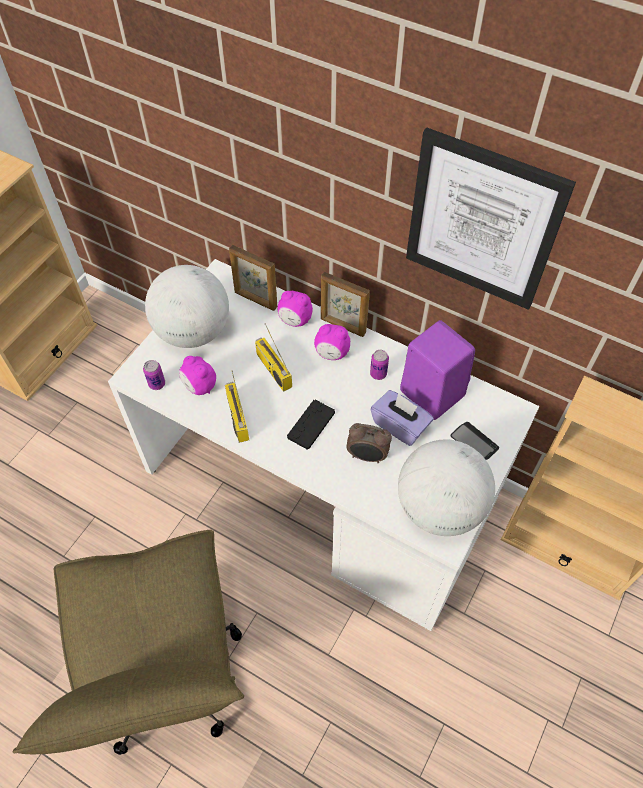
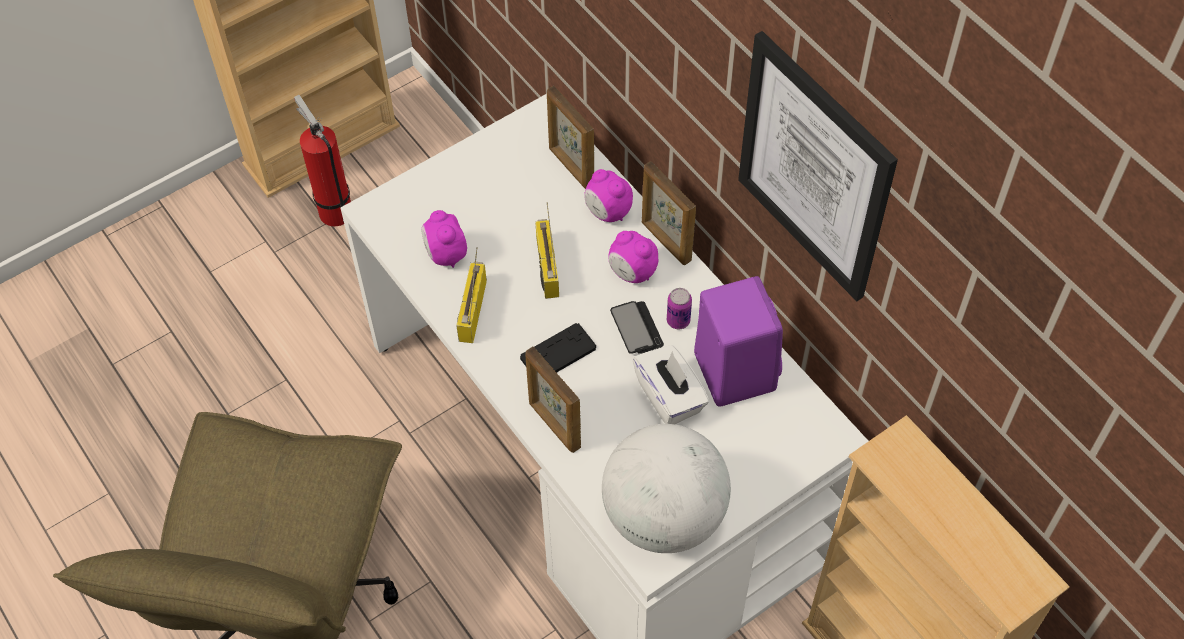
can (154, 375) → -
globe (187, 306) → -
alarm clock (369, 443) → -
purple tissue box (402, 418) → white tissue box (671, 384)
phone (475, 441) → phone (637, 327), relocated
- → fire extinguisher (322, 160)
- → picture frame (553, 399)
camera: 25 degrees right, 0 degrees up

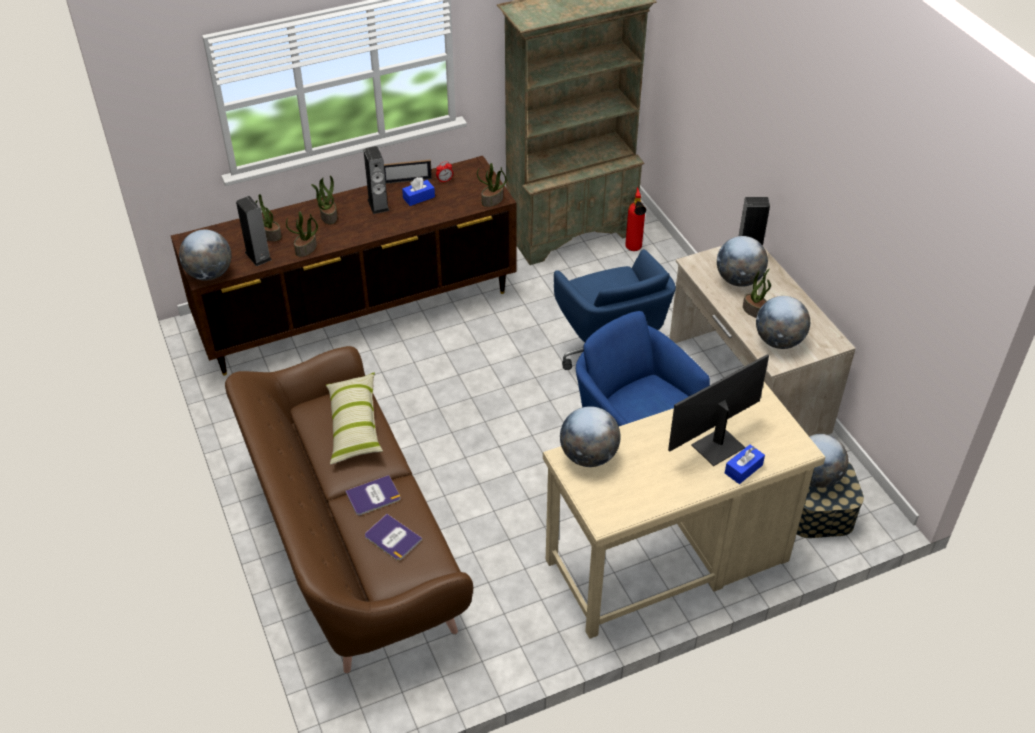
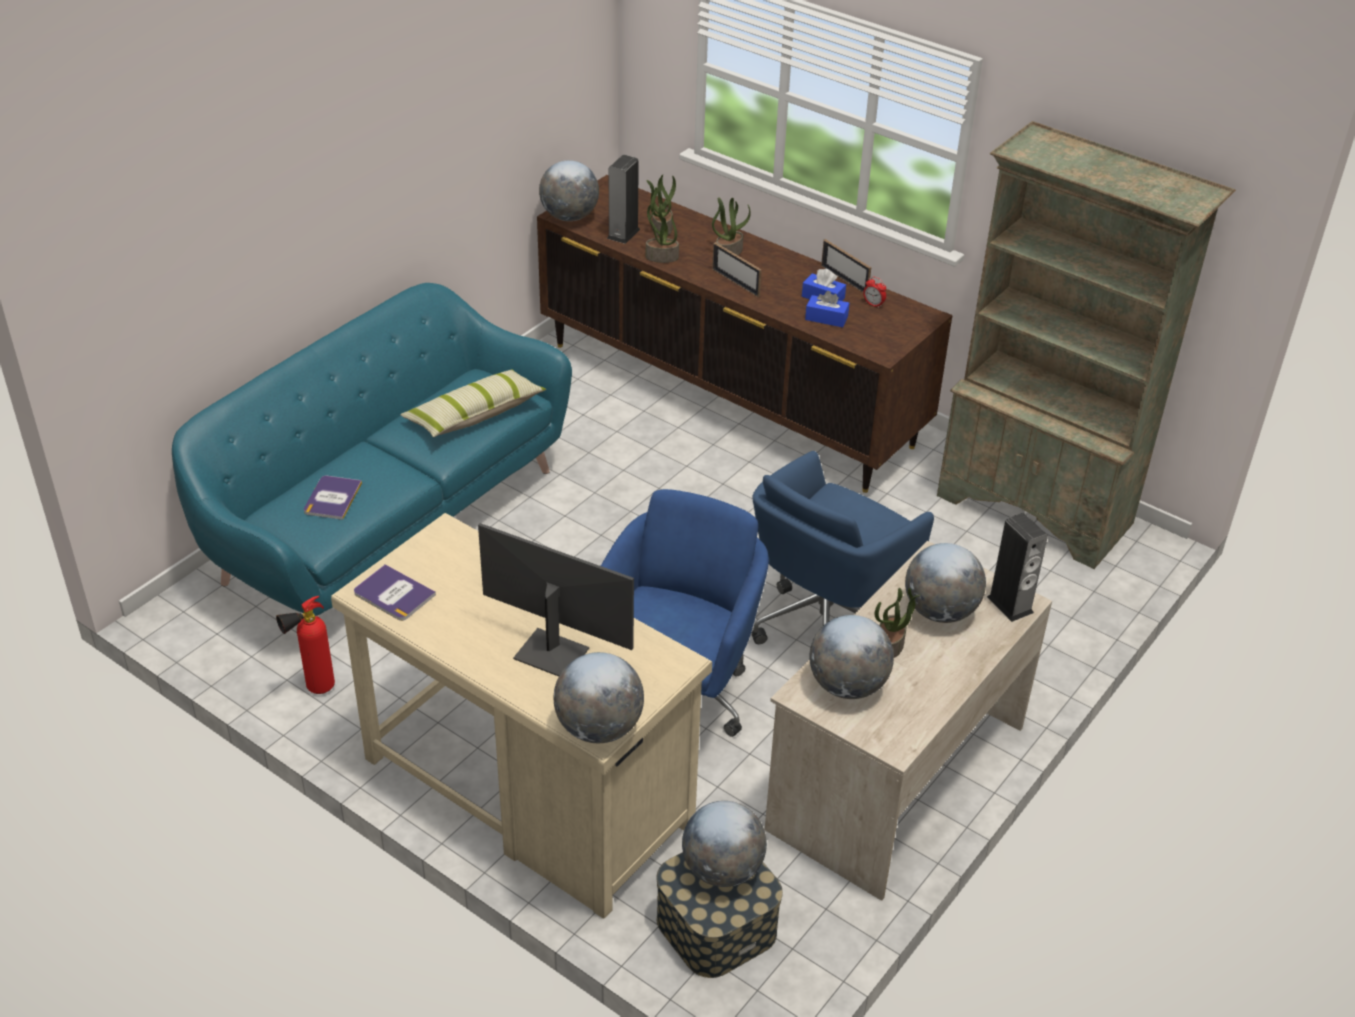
brown sofa (349, 509) → turquoise sofa (372, 450)
book (373, 495) → book (395, 592), relocated
speaker (376, 180) → -
potted plant (492, 185) → -
globe (590, 436) → globe (598, 697), relocated
fire extinguisher (635, 219) → fire extinguisher (305, 645), relocated
blue tissue box (745, 464) → blue tissue box (827, 309), relocated
- → picture frame (737, 269)
camera: 60 degrees right, 5 degrees down

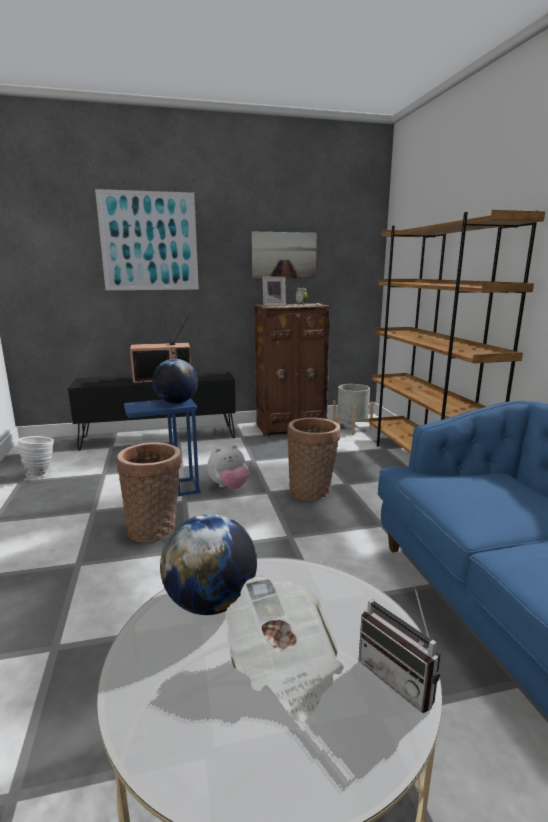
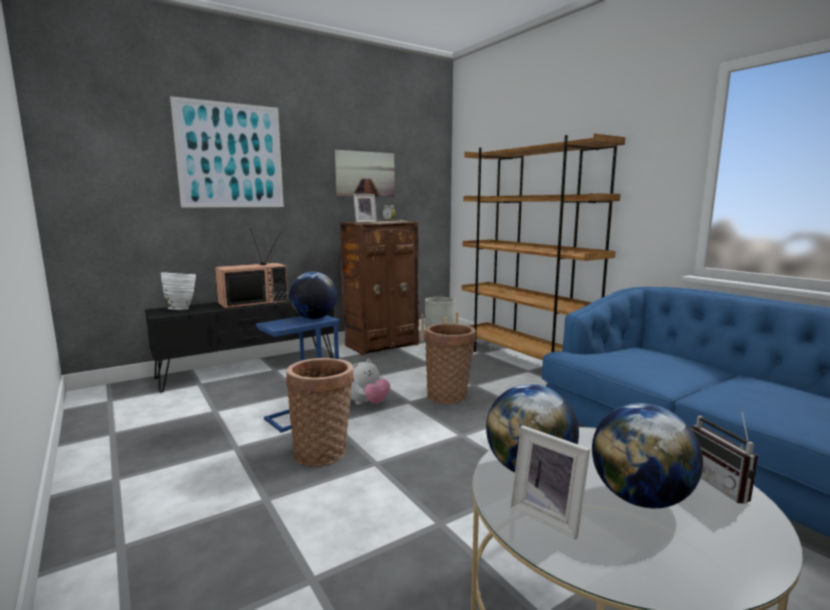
white vase (36, 456) → white vase (178, 291), relocated
newspaper (284, 648) → globe (647, 455)
radio (400, 648) → radio (724, 456), 45 degrees clockwise
- → picture frame (551, 482)
camera: 20 degrees left, 5 degrees down

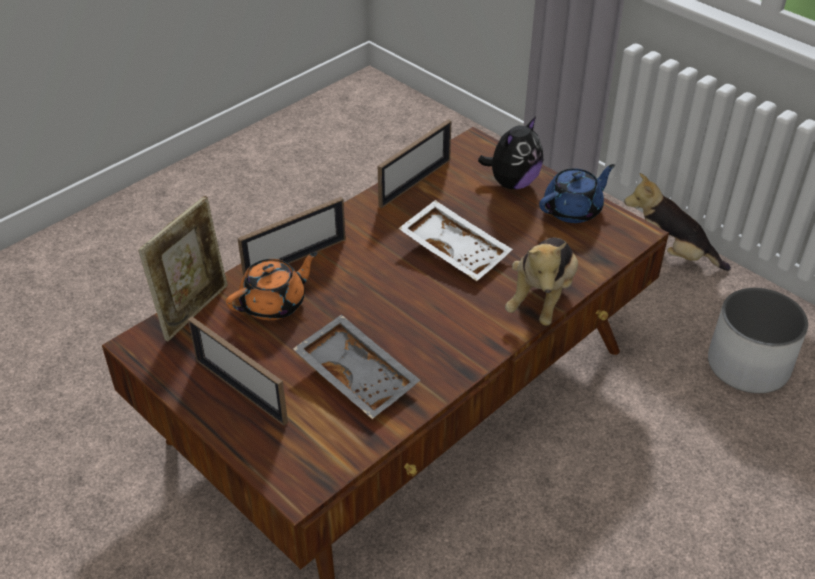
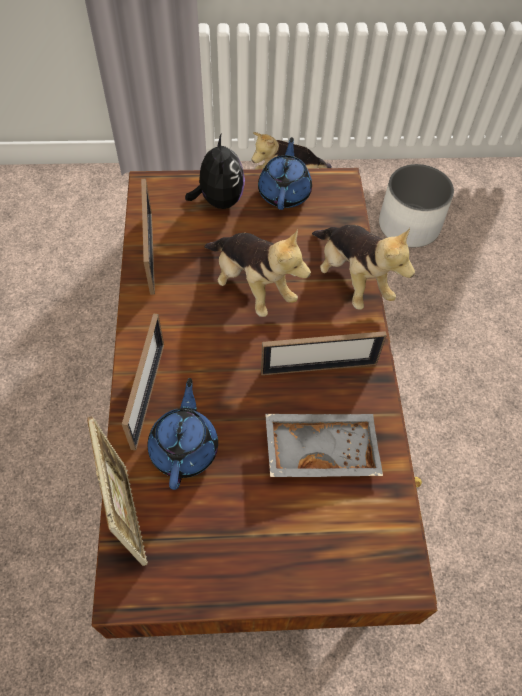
picture frame (238, 371) → picture frame (324, 353), relocated
orange teapot (272, 286) → blue teapot (183, 434)
white tray (455, 240) → plush toy (257, 273)
camera: 50 degrees left, 15 degrees up

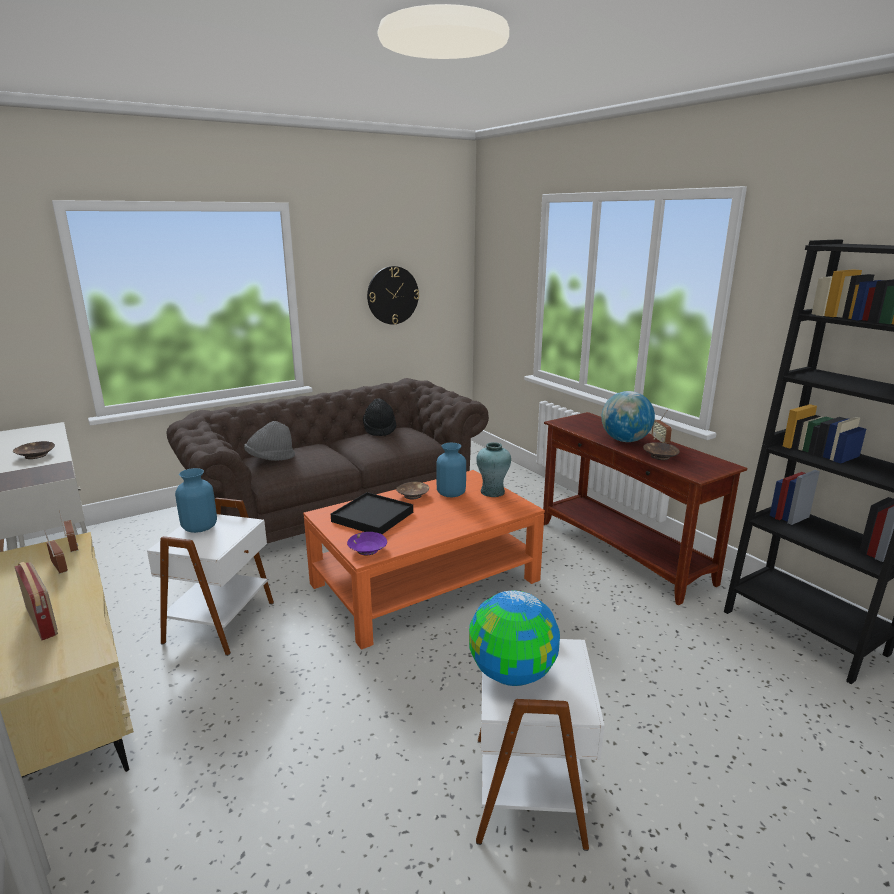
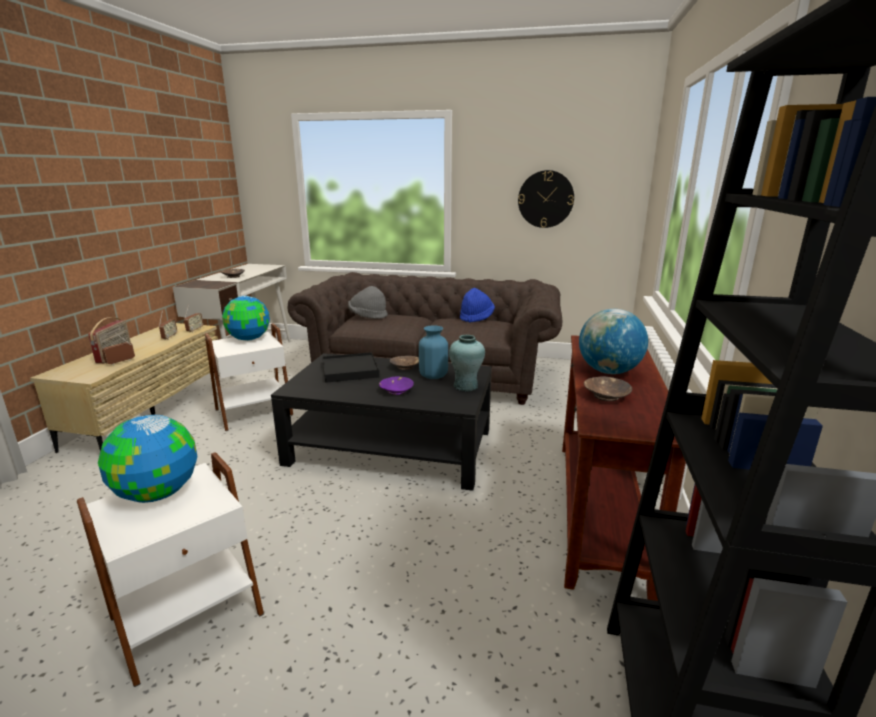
blue vase (196, 500) → globe (246, 318)
orange coffee table (424, 560) → black coffee table (381, 422)
purple bowl (367, 543) → purple bowl (396, 386), relocated
black hat (380, 417) → blue hat (477, 305)
radio (661, 426) → radio (118, 349), relocated
camera: 45 degrees right, 0 degrees up

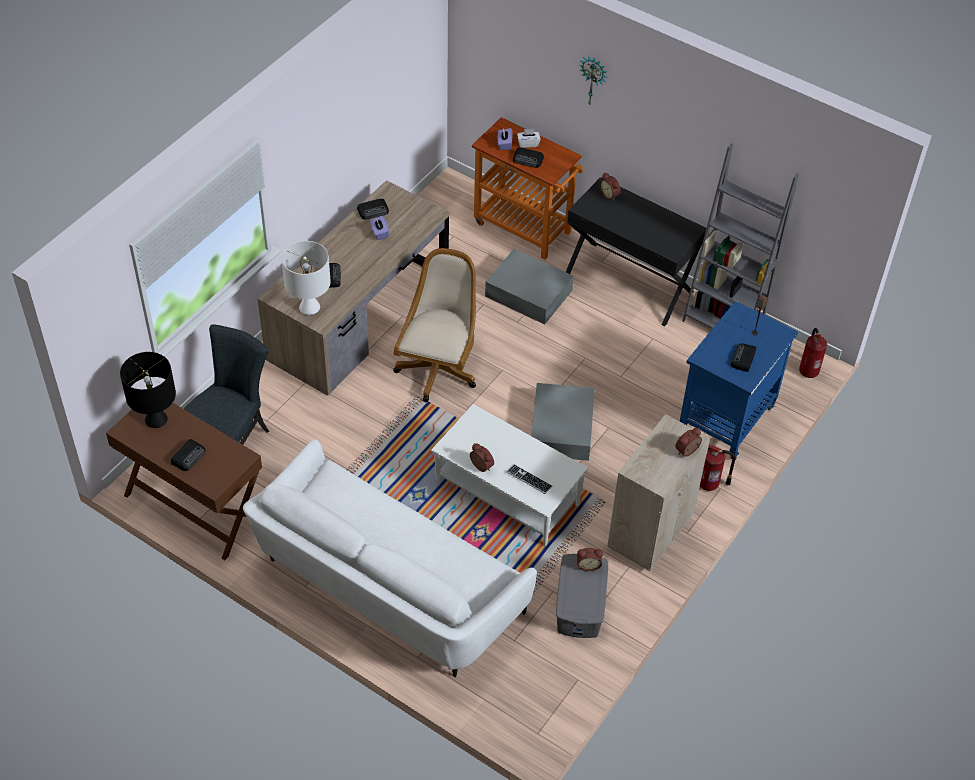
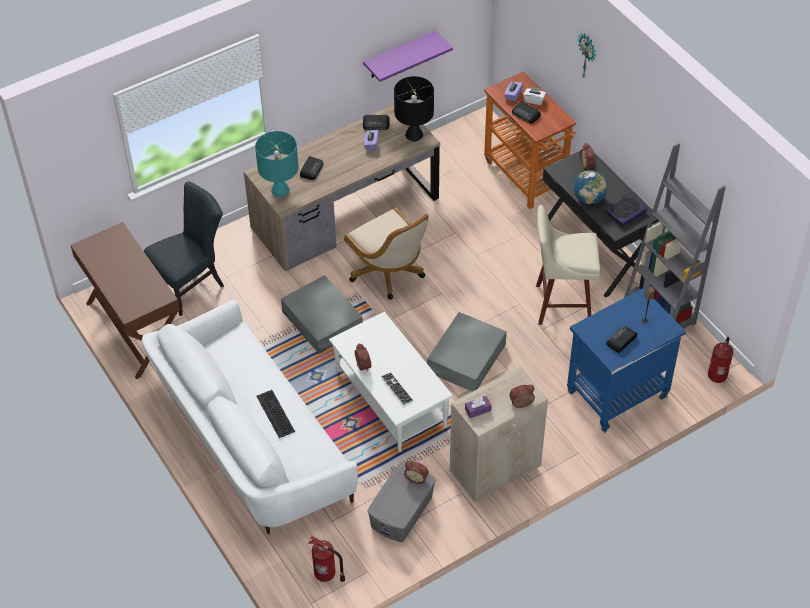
black table lamp (148, 390) → black table lamp (414, 109), relocated
radio (188, 455) → -
white table lamp (306, 278) → turquoise table lamp (277, 164)
office chair (434, 325) → office chair (386, 253), 105 degrees clockwise
grey storage box (529, 286) → grey storage box (322, 314), relocated
fire extinguisher (717, 468) → fire extinguisher (326, 559), relocated
- → keyboard (275, 414)
- → purple shelf (408, 56)
- → purple tissue box (478, 407)
- → beige stool (568, 265)
- → globe (590, 187)
- → book (625, 211)
camera: 25 degrees right, 0 degrees up

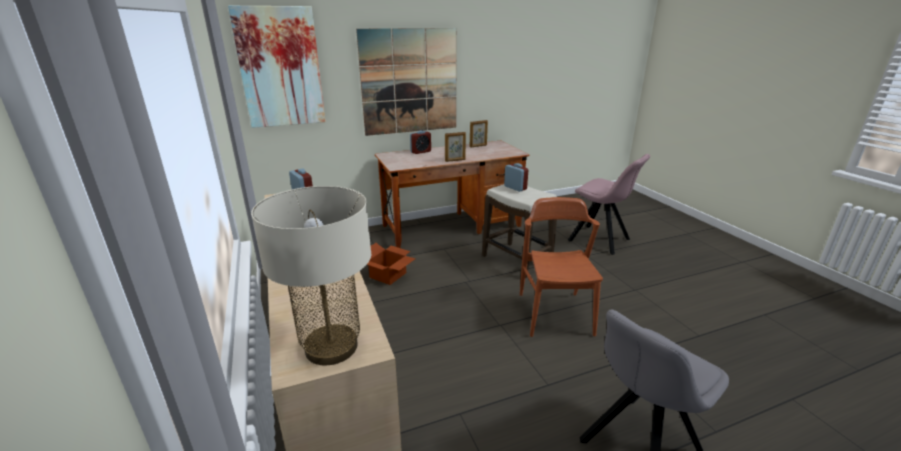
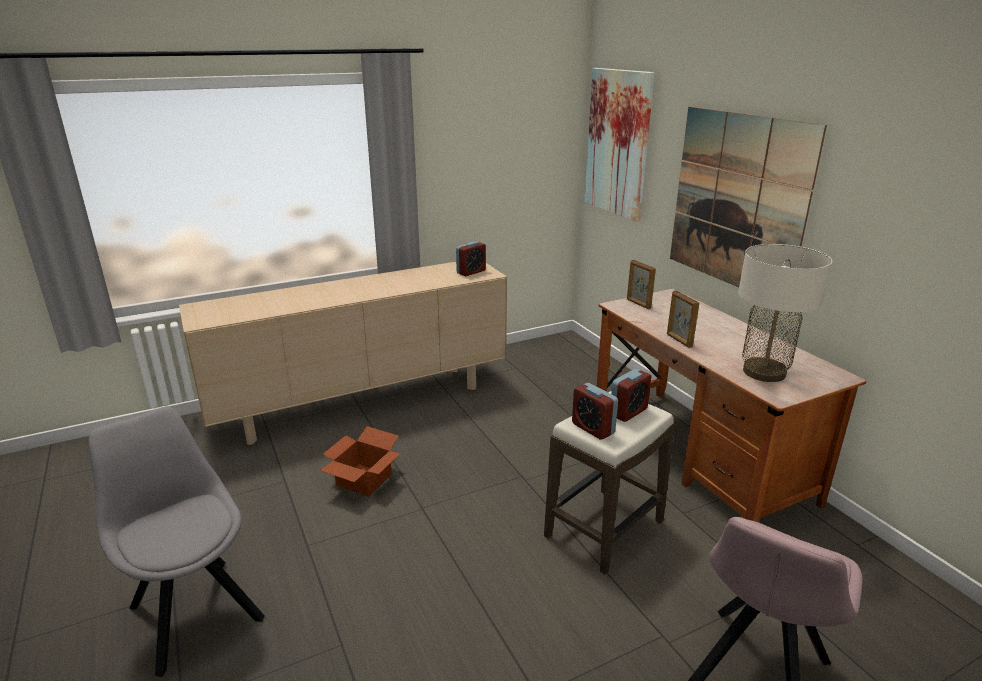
table lamp (311, 275) → table lamp (785, 313), relocated
cardboard box (391, 264) → cardboard box (360, 461), relocated
alarm clock (420, 142) → alarm clock (595, 411), relocated
picture frame (479, 134) → picture frame (641, 284), relocated
brown chair (561, 267) → -
camera: 85 degrees right, 0 degrees up

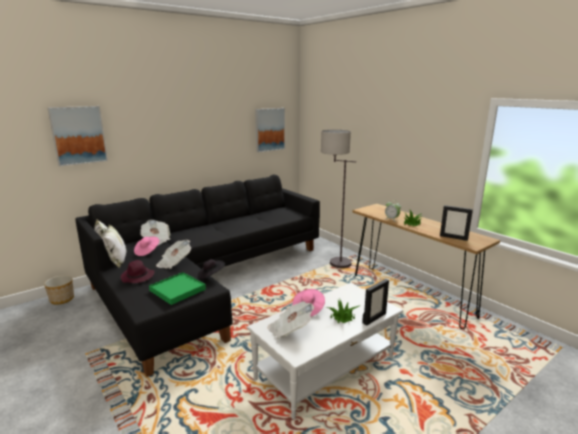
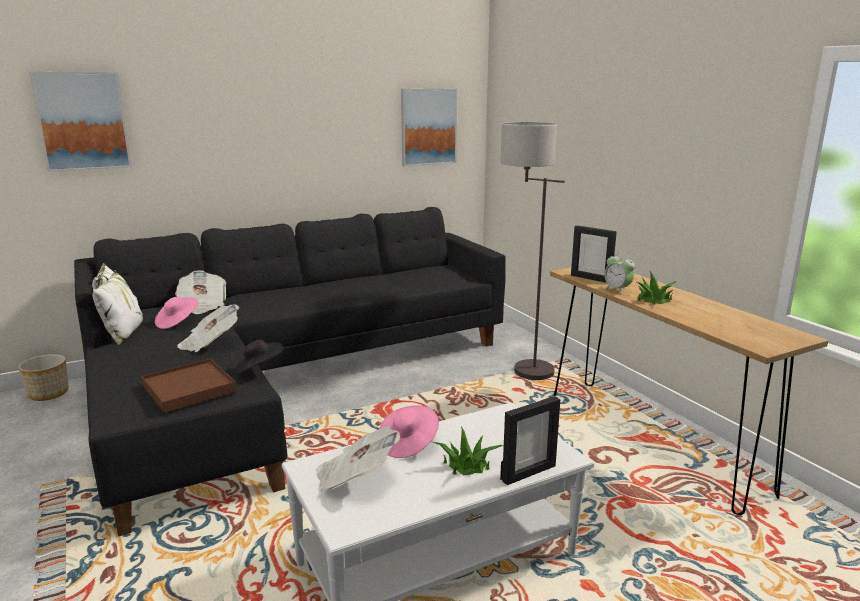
purple hat (138, 271) → -
green tray (177, 288) → brown tray (189, 386)
picture frame (456, 223) → picture frame (594, 254), relocated
camera: 10 degrees right, 0 degrees up

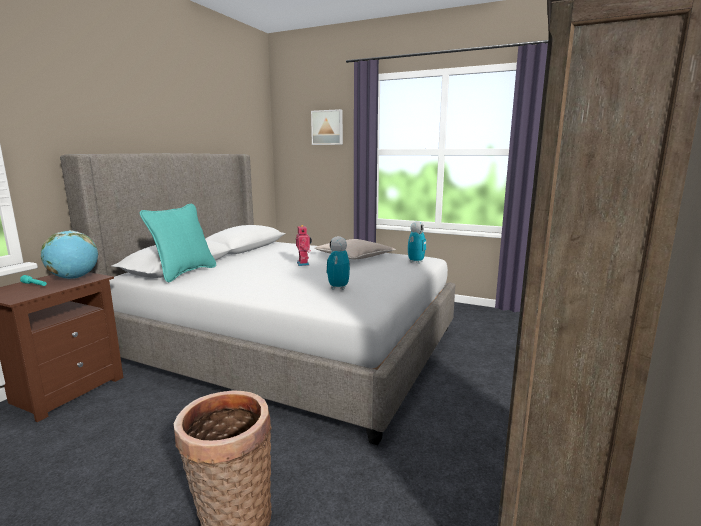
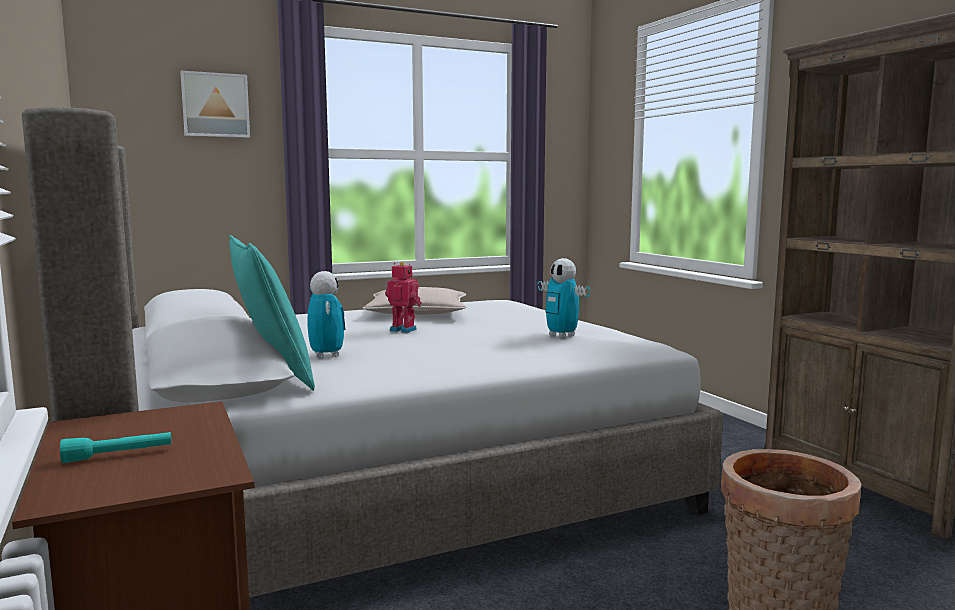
globe (69, 254) → -
toy robot (417, 242) → toy robot (326, 314), relocated
camera: 50 degrees left, 5 degrees down

